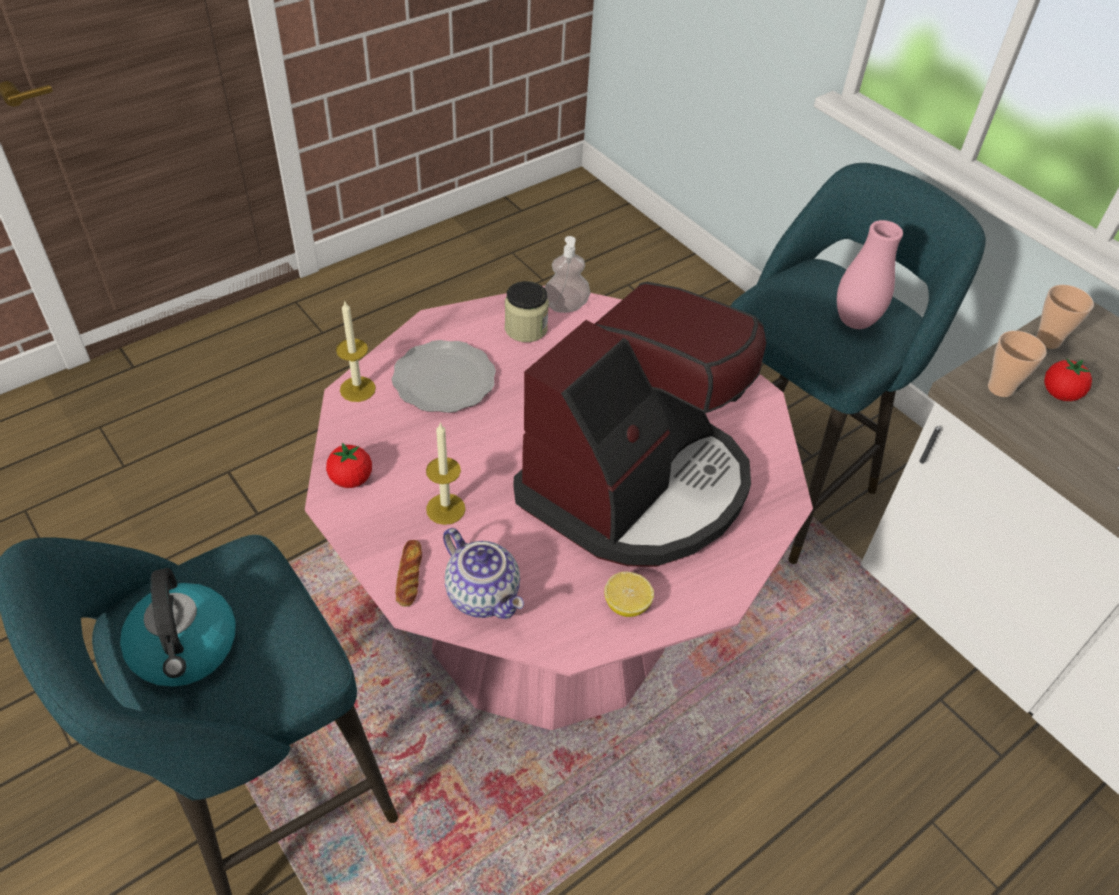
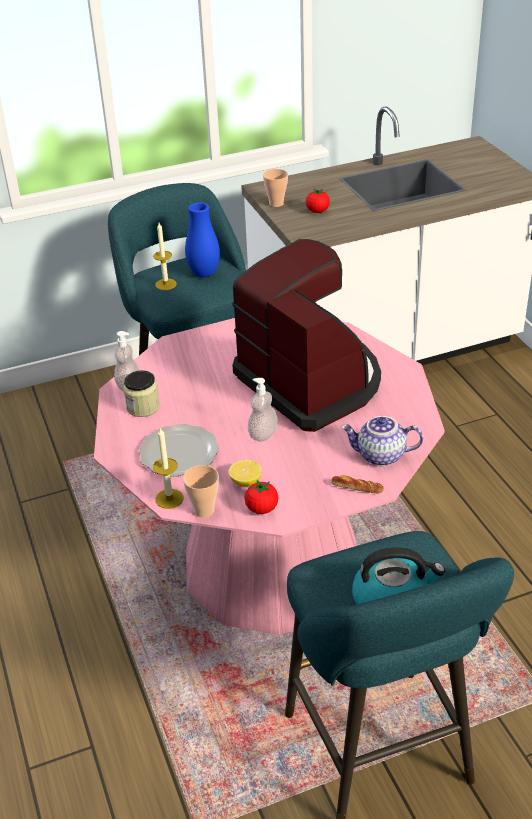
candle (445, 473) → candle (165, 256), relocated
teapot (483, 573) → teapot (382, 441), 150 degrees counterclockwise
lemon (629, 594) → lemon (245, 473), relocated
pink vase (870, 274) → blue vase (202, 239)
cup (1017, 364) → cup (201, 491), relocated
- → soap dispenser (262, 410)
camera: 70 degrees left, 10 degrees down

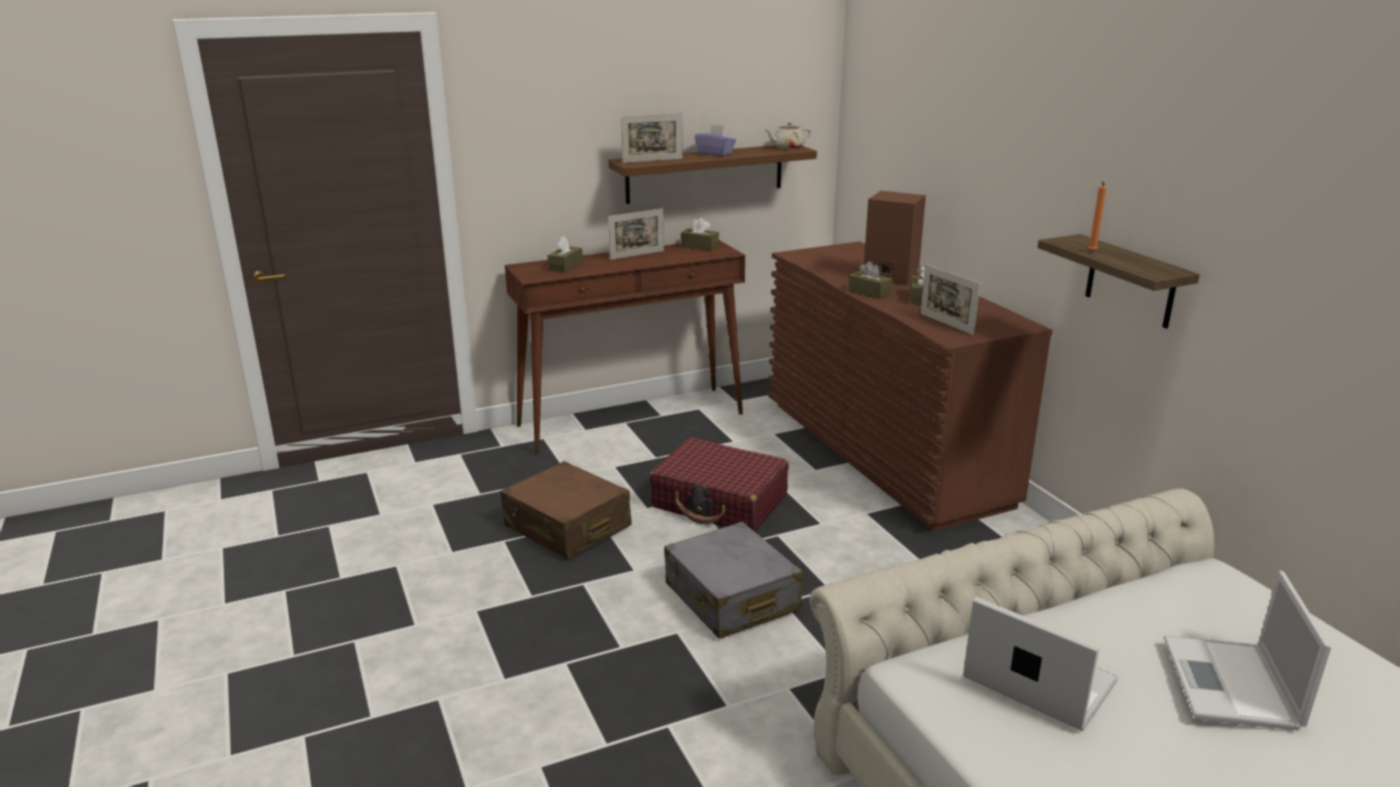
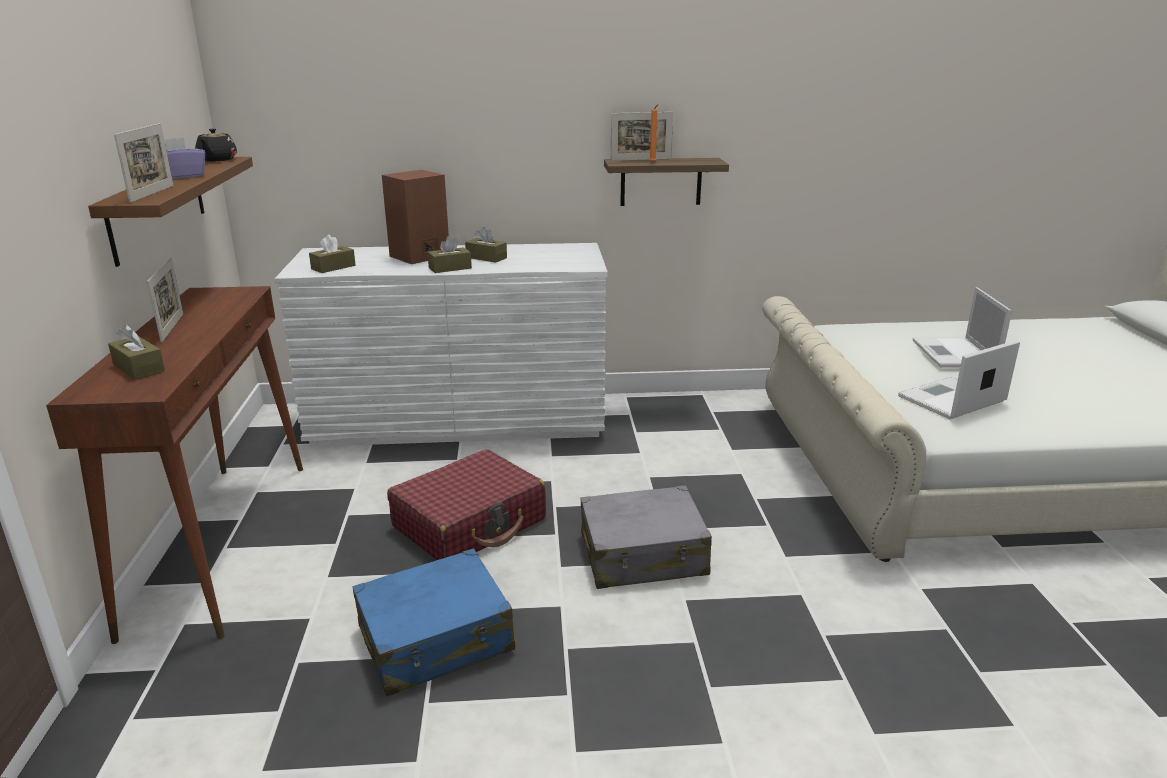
brown suitcase (566, 510) → blue suitcase (433, 622)
brown tissue box (700, 234) → brown tissue box (332, 254), relocated
beige teapot (787, 136) → black teapot (216, 145)
brown dresser (910, 386) → white dresser (441, 345)
picture frame (950, 299) → picture frame (642, 136), relocated
laptop (1247, 650) → laptop (962, 327), 60 degrees clockwise
camera: 70 degrees left, 0 degrees up

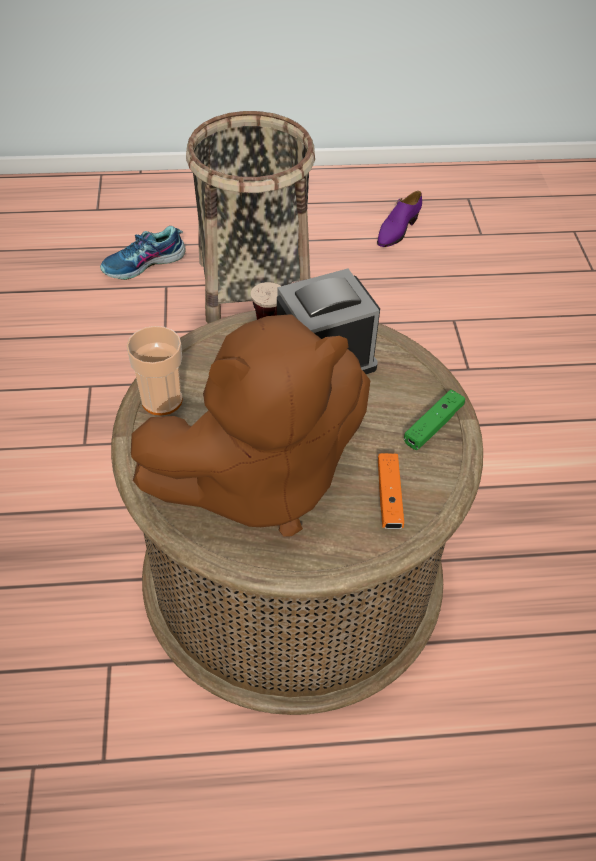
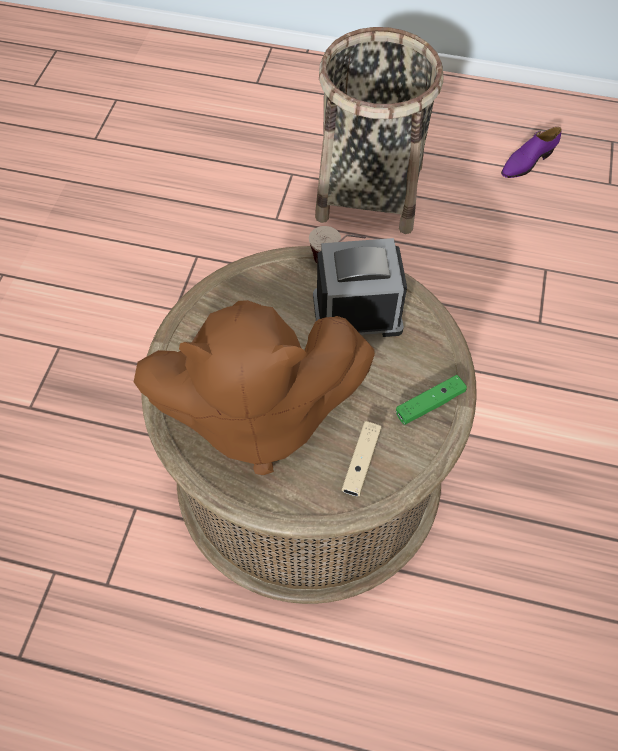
shoe (143, 253) → -
cup (155, 370) → -
orange game controller (391, 491) → beige game controller (362, 458)
camera: 20 degrees right, 10 degrees up

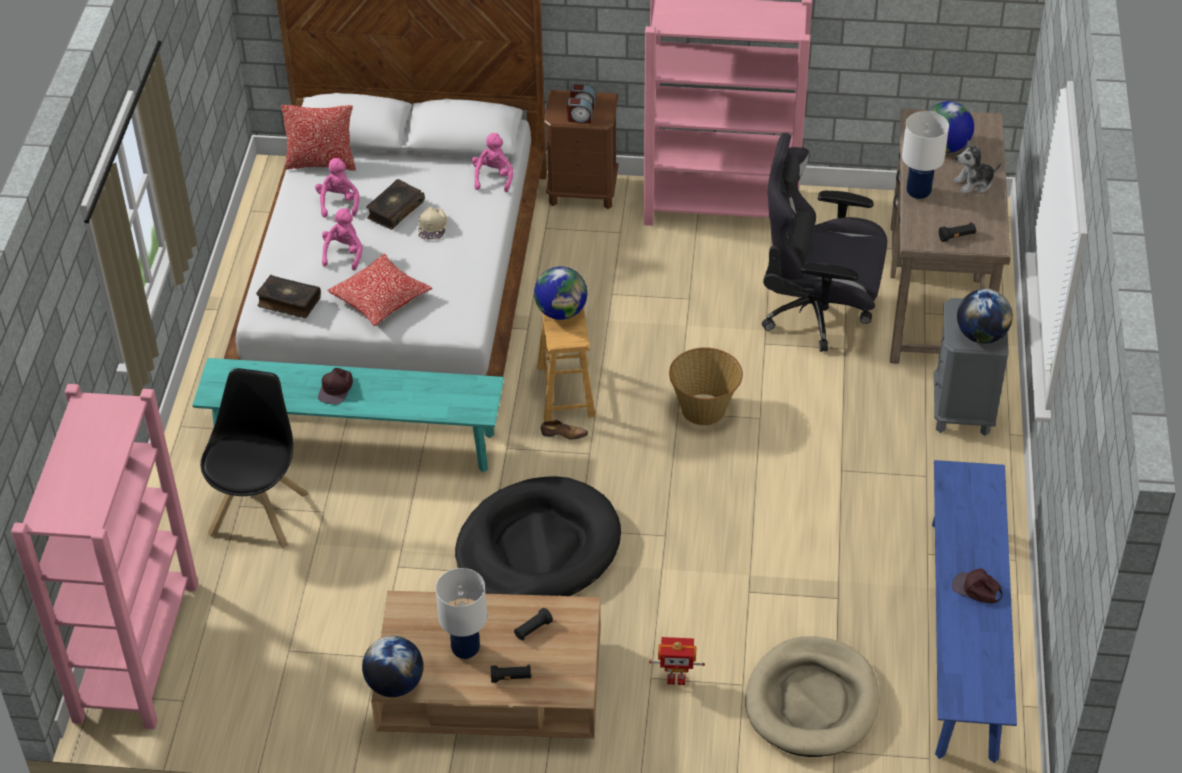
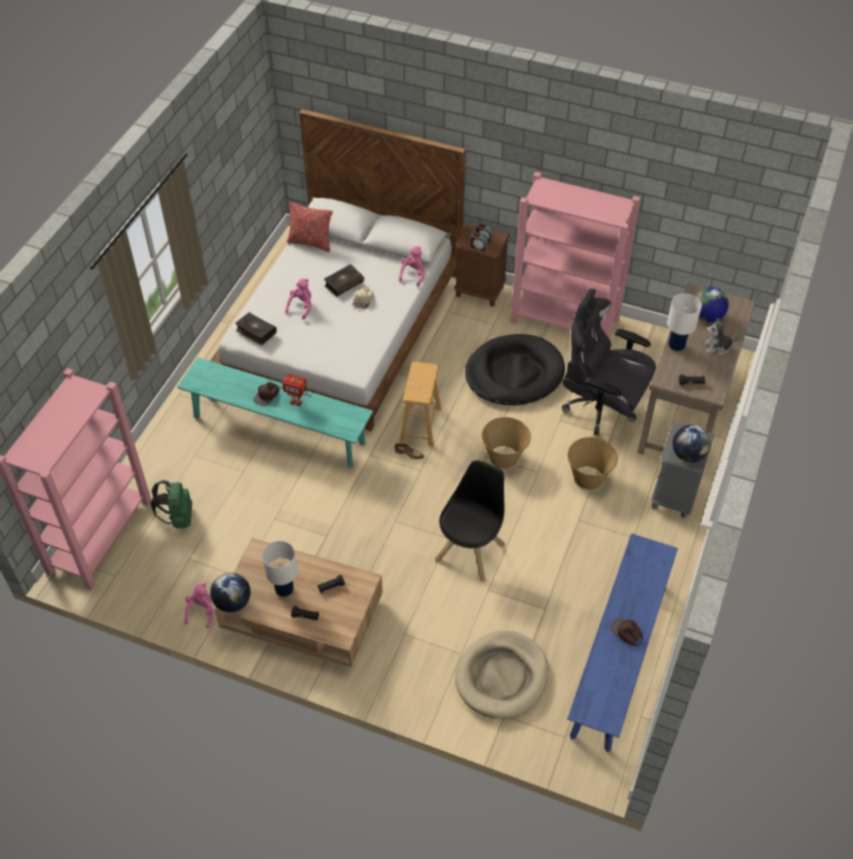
black chair (254, 458) → black chair (470, 521), relocated
pink plush toy (337, 187) → pink plush toy (200, 606), relocated
pillow (380, 290) → -
black dog bed (538, 536) → black dog bed (515, 369), relocated
globe (560, 293) → -
toy robot (677, 661) → toy robot (295, 390), relocated
- → green backpack (171, 504)
- → basket (592, 463)
camera: 15 degrees right, 5 degrees up

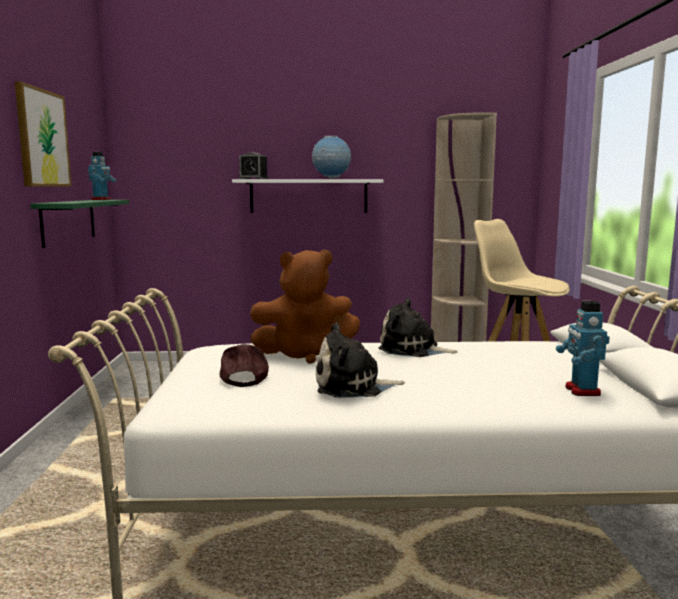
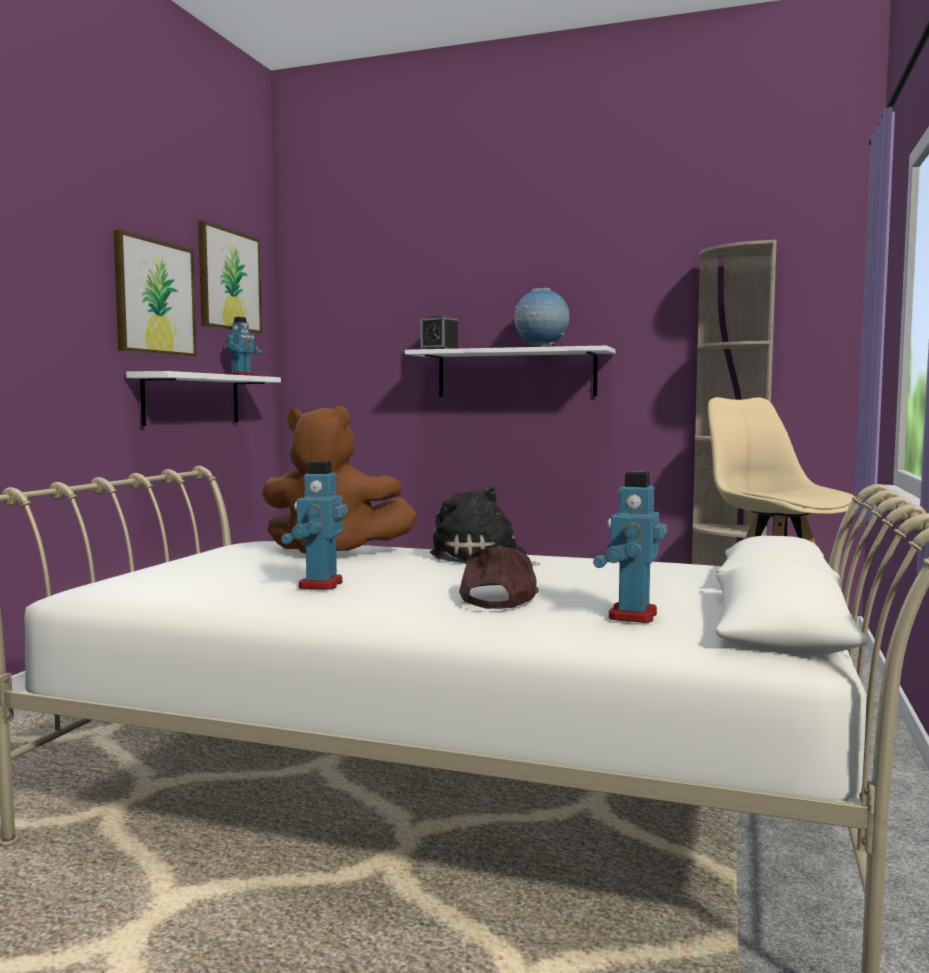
green shelf (79, 224) → white shelf (203, 398)
brown cap (244, 365) → brown cap (499, 577), relocated
plush toy (360, 360) → toy robot (314, 525)
- → picture (230, 277)
camera: 20 degrees right, 5 degrees down

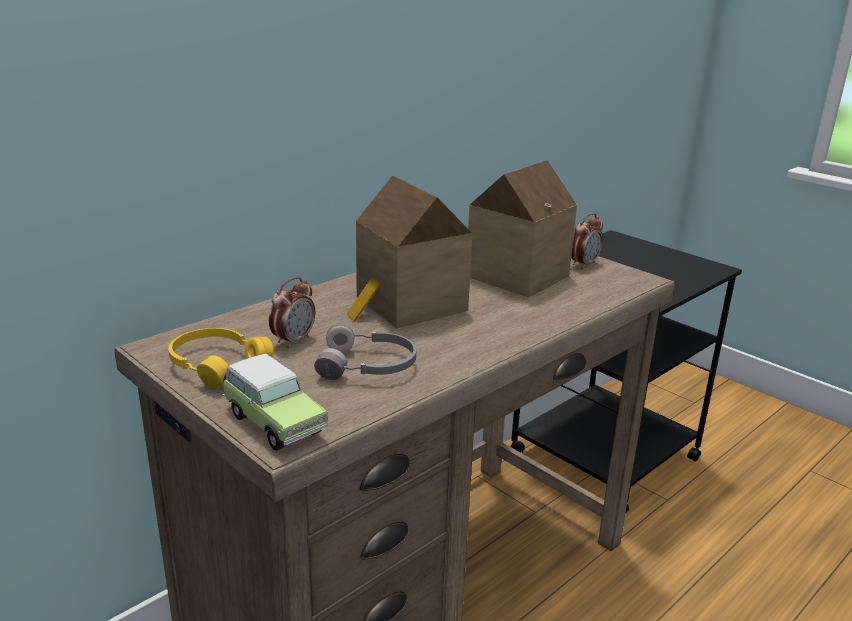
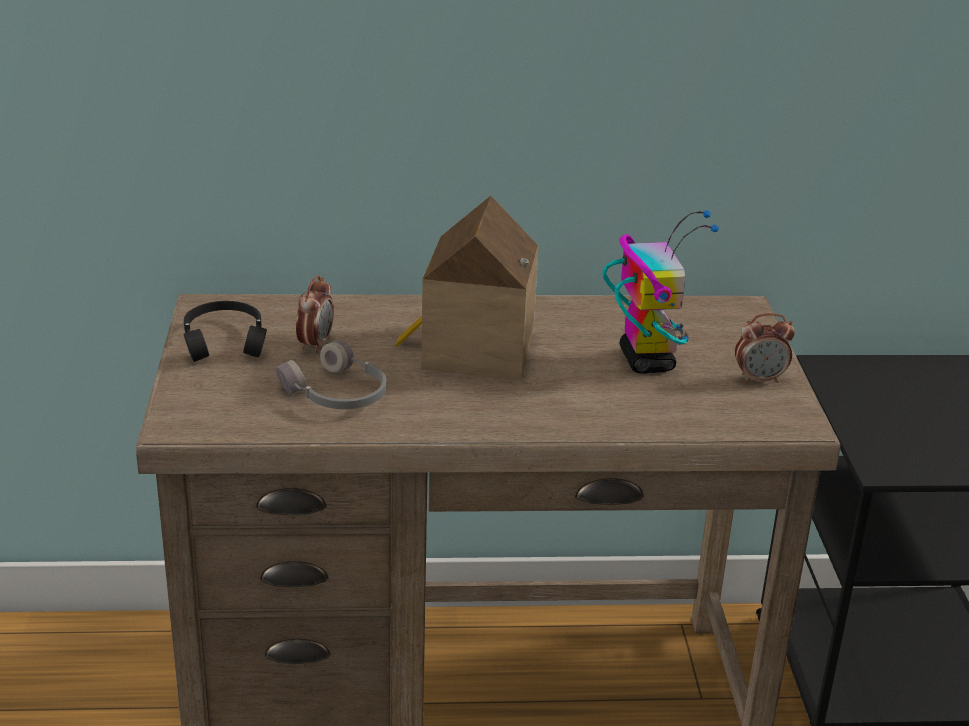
yellow headphones (220, 358) → black headphones (225, 331)
toy car (275, 402) → -
alarm clock (292, 312) → alarm clock (315, 314), 60 degrees counterclockwise
toy house (522, 228) → toy robot (660, 292)
camera: 40 degrees right, 5 degrees up

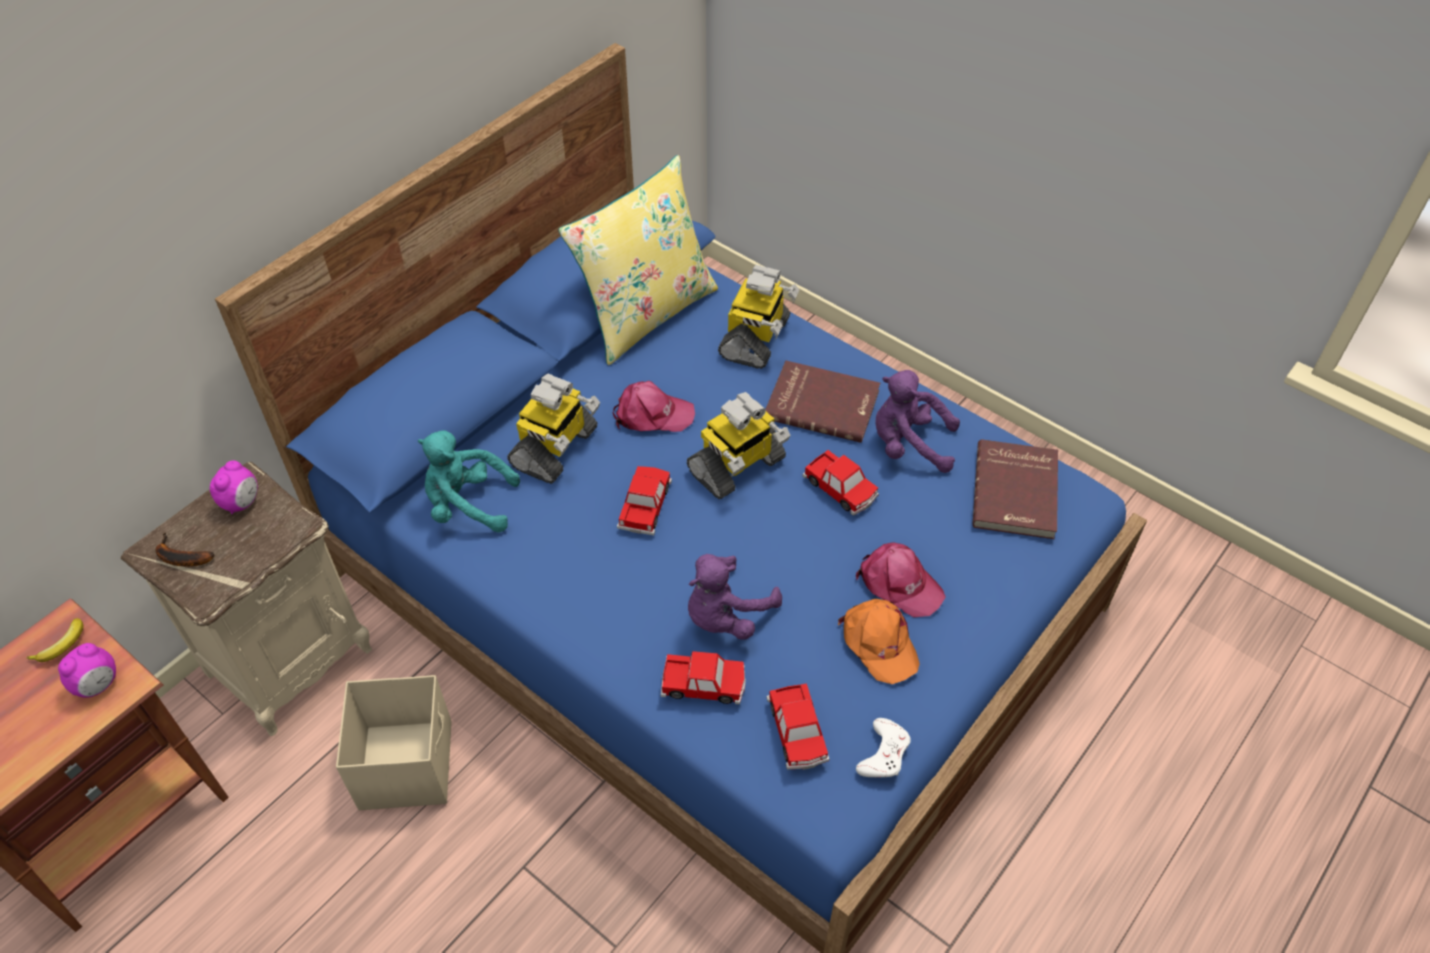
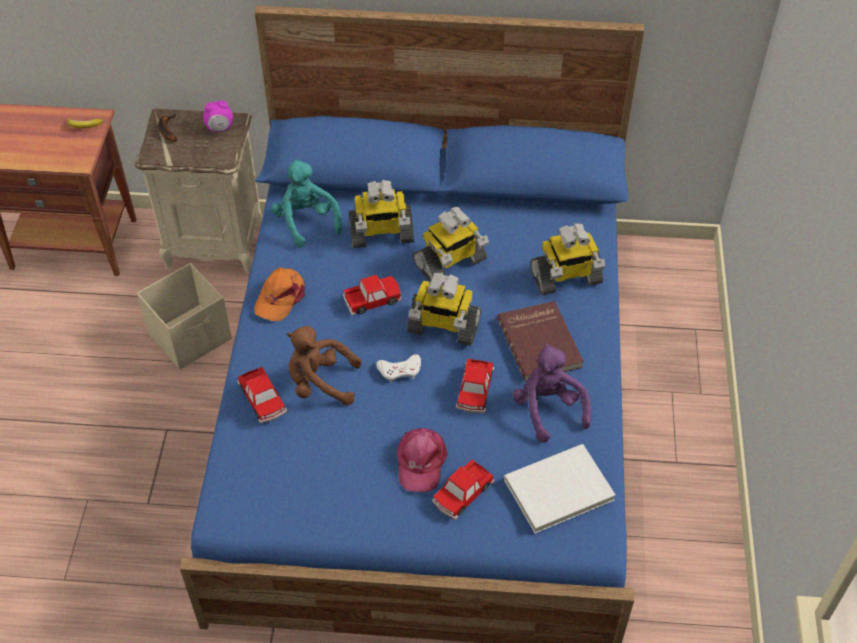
alarm clock (87, 670) → -
yellow pillow (638, 260) → -
pink cap (654, 406) → toy robot (451, 244)
purple plush toy (735, 596) → brown plush toy (323, 366)
toy car (798, 726) → toy car (463, 490), relocated
orange cap (879, 641) → orange cap (279, 294), relocated
white game controller (883, 748) → white game controller (398, 368), relocated
red book (1015, 489) → white book (559, 488)
camera: 55 degrees right, 0 degrees up

